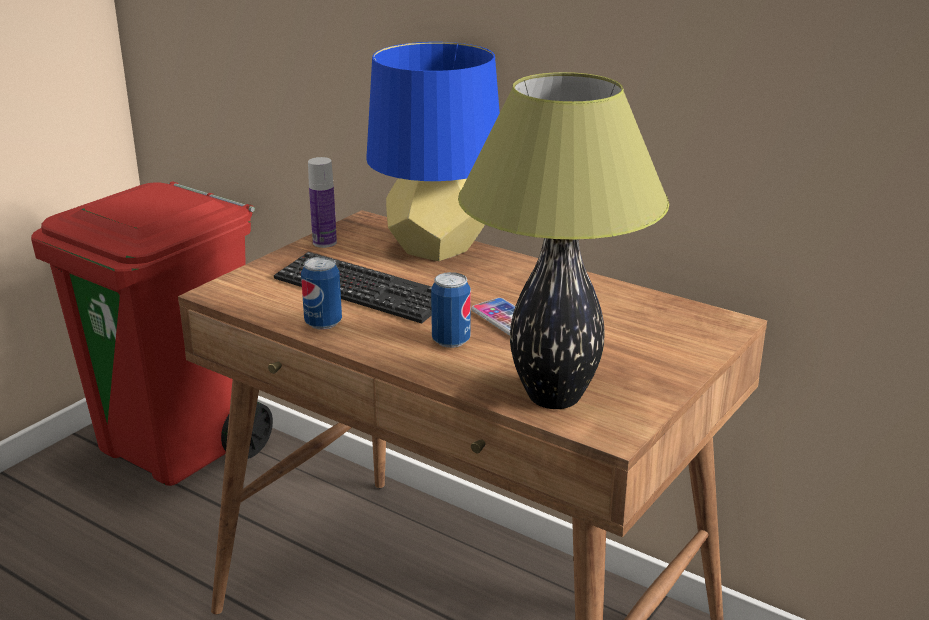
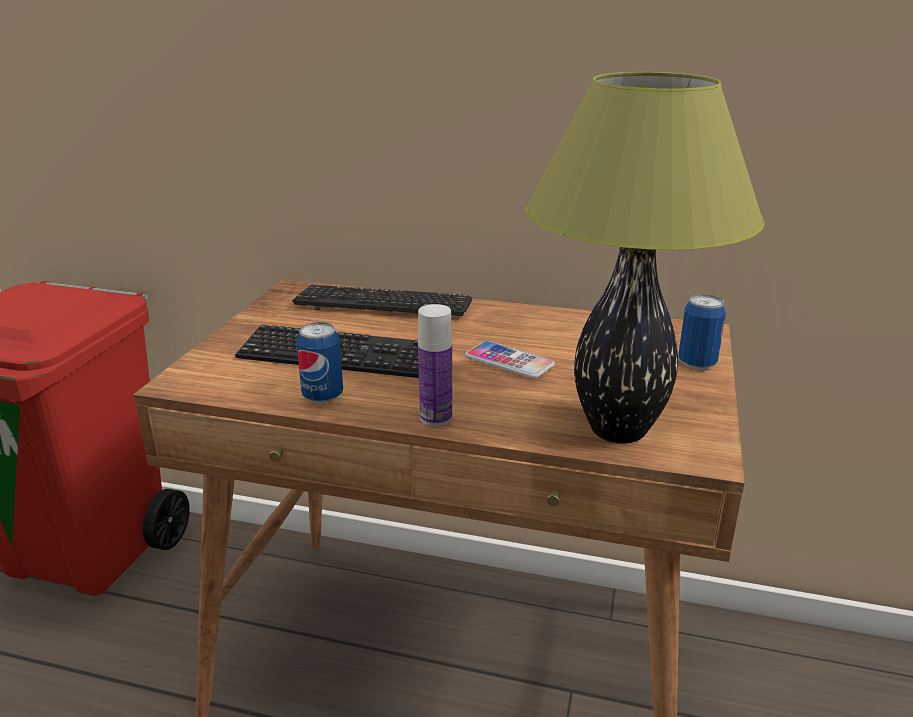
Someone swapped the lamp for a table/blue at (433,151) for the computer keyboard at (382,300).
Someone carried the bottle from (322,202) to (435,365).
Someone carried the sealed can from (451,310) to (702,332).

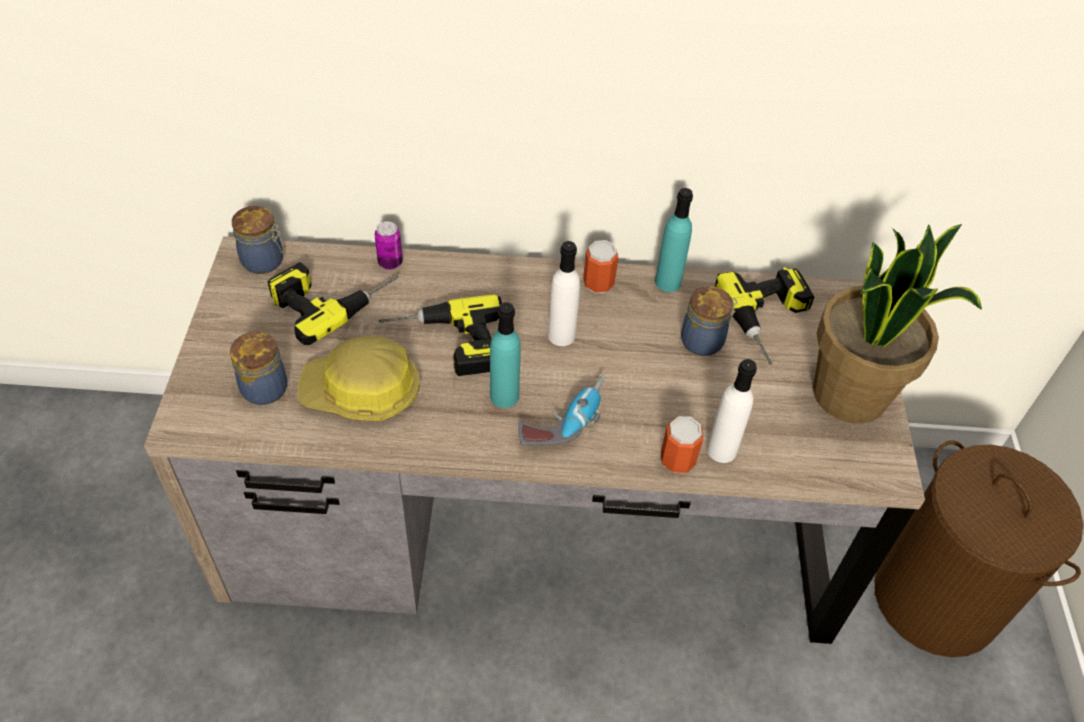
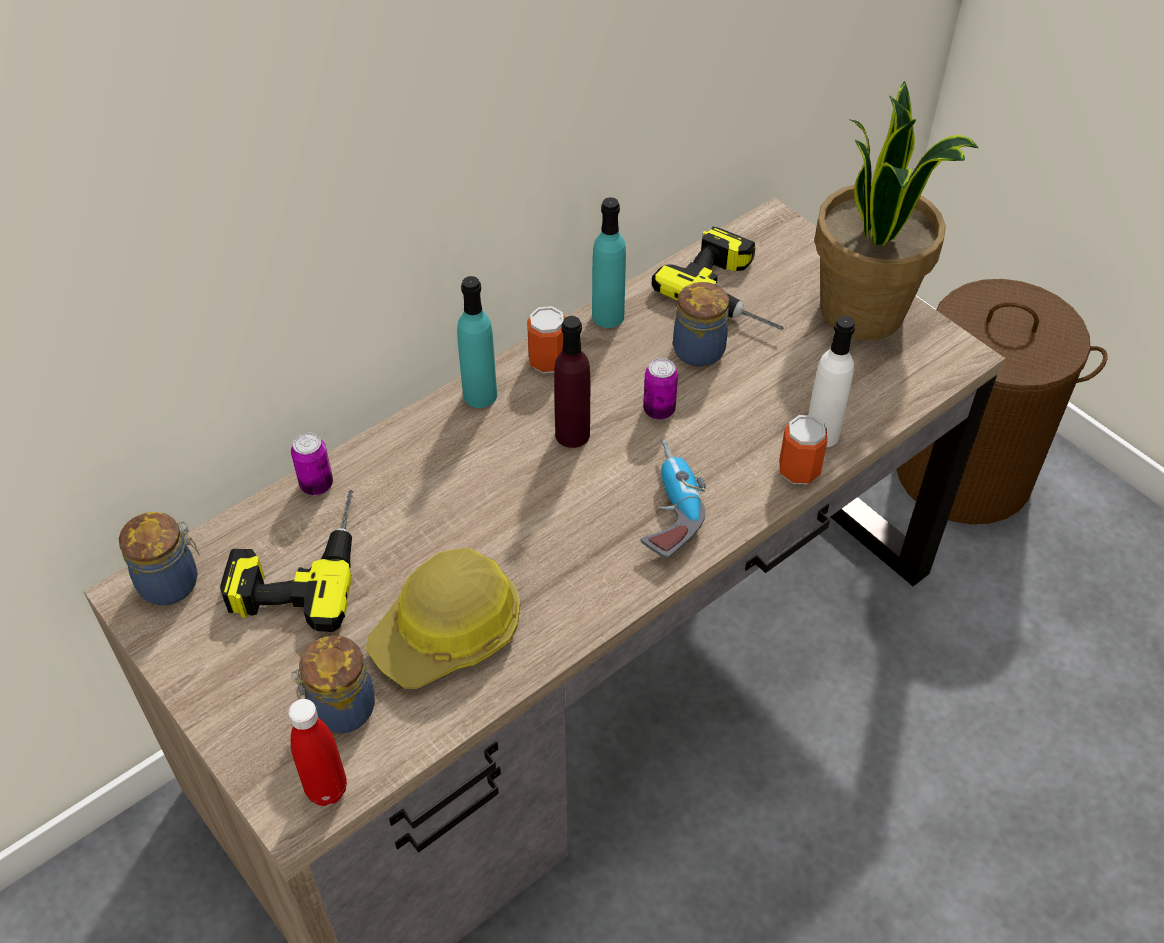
Someone repainted the bottle/whitish at (564,293), which became the bottle/purple at (572,382).
Someone took away the drill at (440,335).
Someone carried the bottle/turquoise from (505,355) to (477,342).
Someone put down the sealed can at (660,388).
Someone put down the bottle/reddish at (317,752).

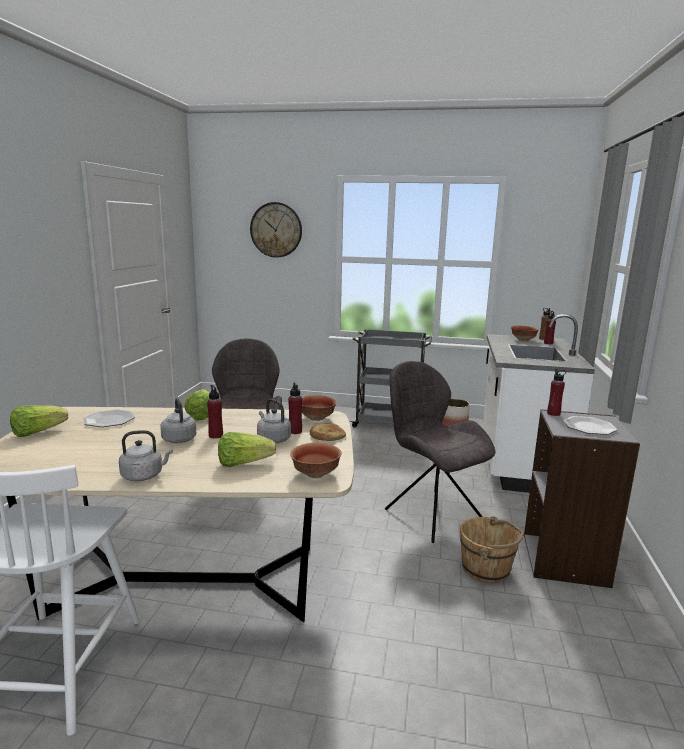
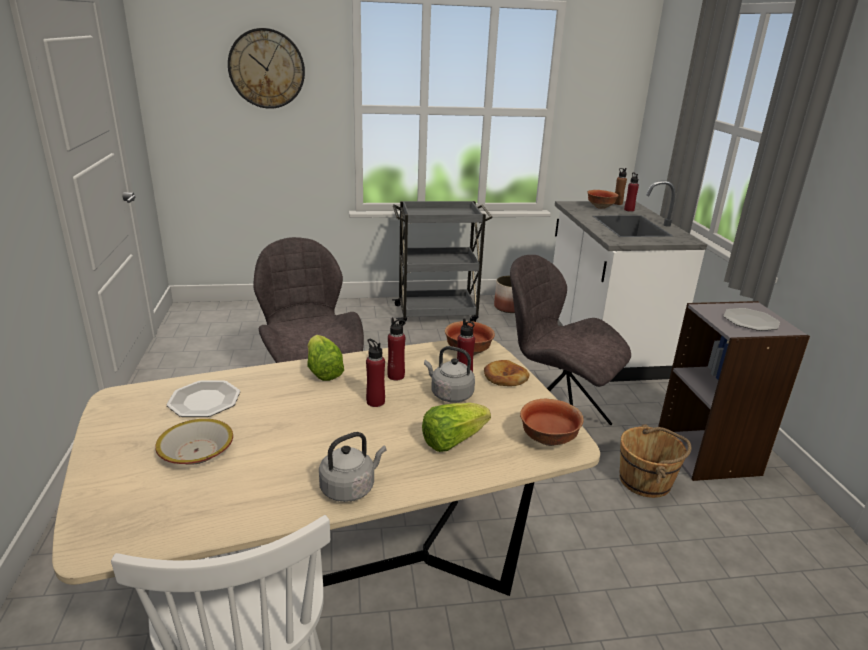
Someone carried the bottle/reddish from (557,392) to (396,349).
Someone took away the water kettle/grey at (178,420).
Someone took away the lettuce head at (39,421).
Someone put down the serving bowl at (194,442).

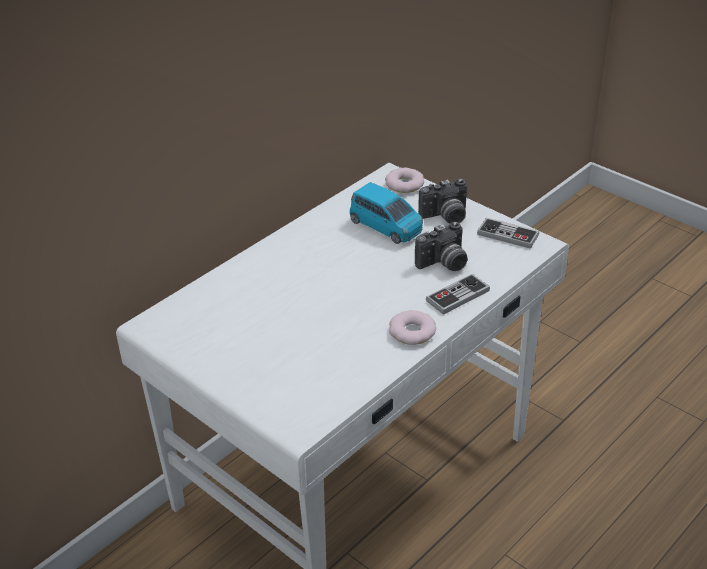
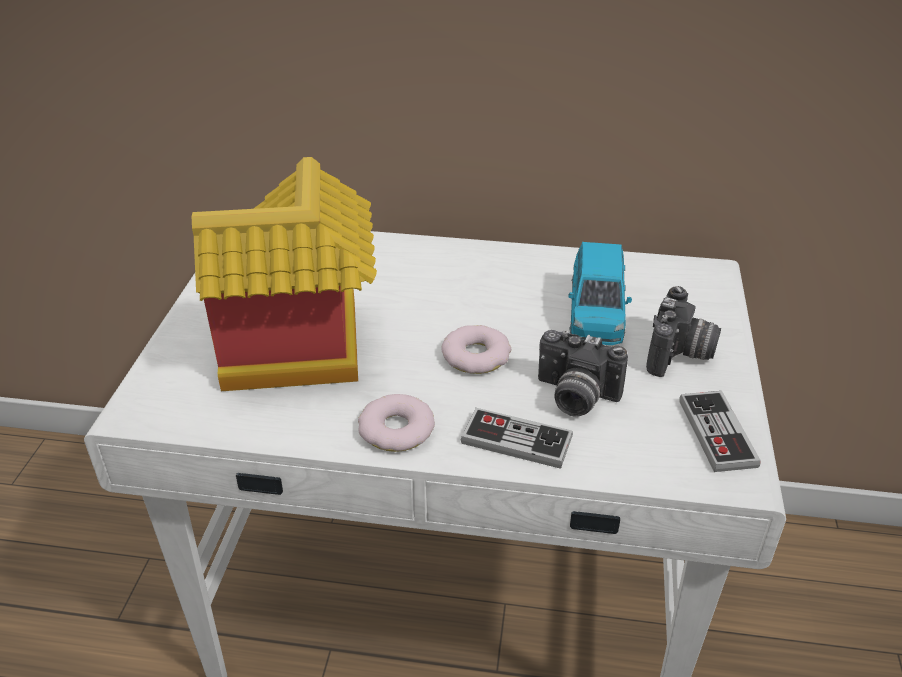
Someone carried the ring doughnut from (404,180) to (476,349).
Someone rotated the photo camera at (442,200) by 105 degrees counterclockwise.
Someone put down the model house at (284,274).

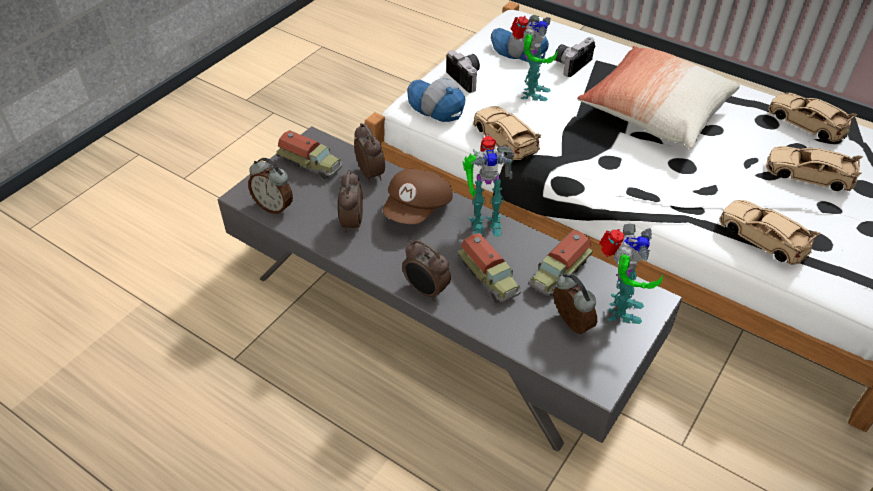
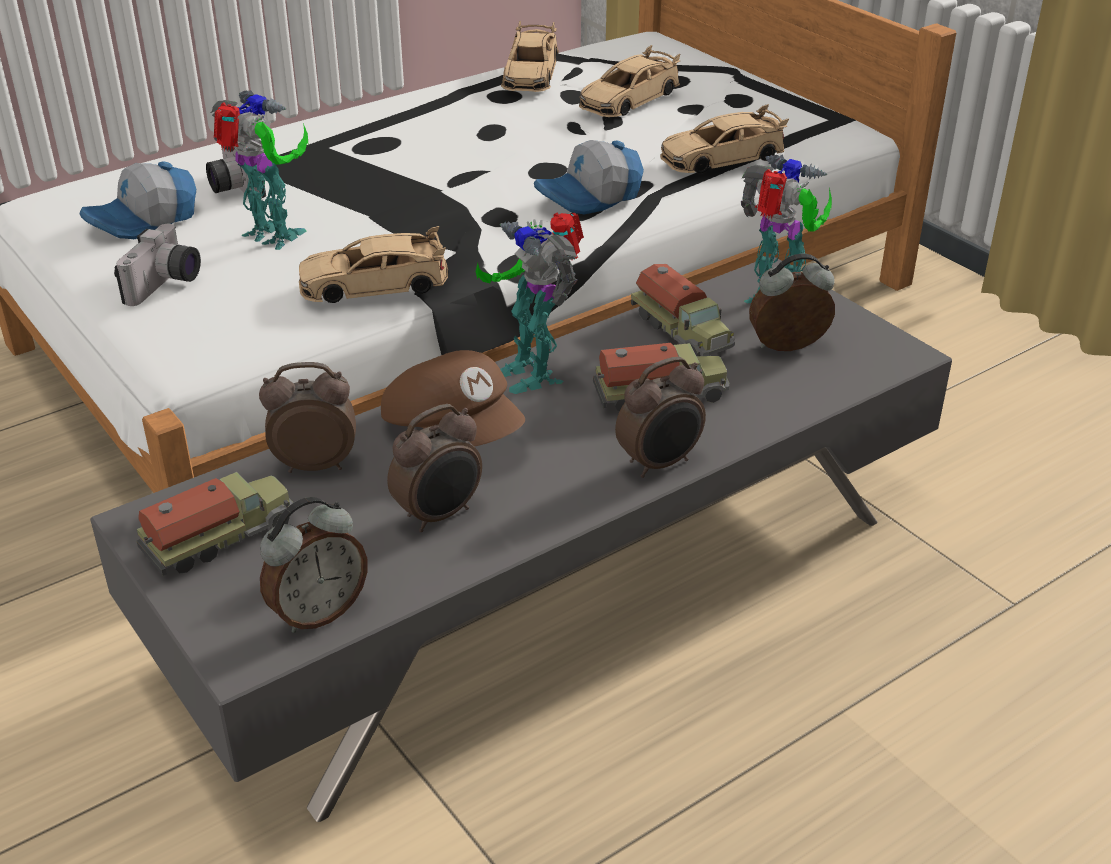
Someone took away the pillow at (658,97).
Someone rotated the photo camera at (463,71) by 120 degrees clockwise.
Someone carried the cap from (436,100) to (589,177).
Someone rotated the toy car/beige at (813,117) by 60 degrees counterclockwise.
Someone rotated the robot figure at (489,185) by 135 degrees clockwise.
Someone rotated the bedside clock at (350,201) by 60 degrees counterclockwise.

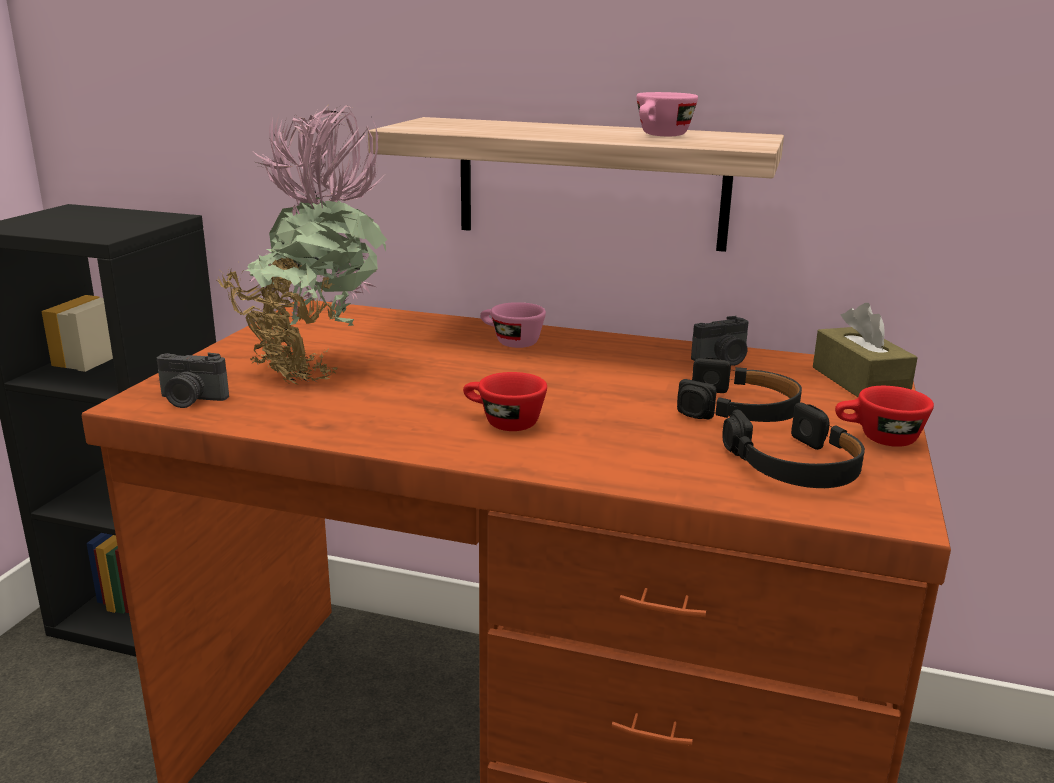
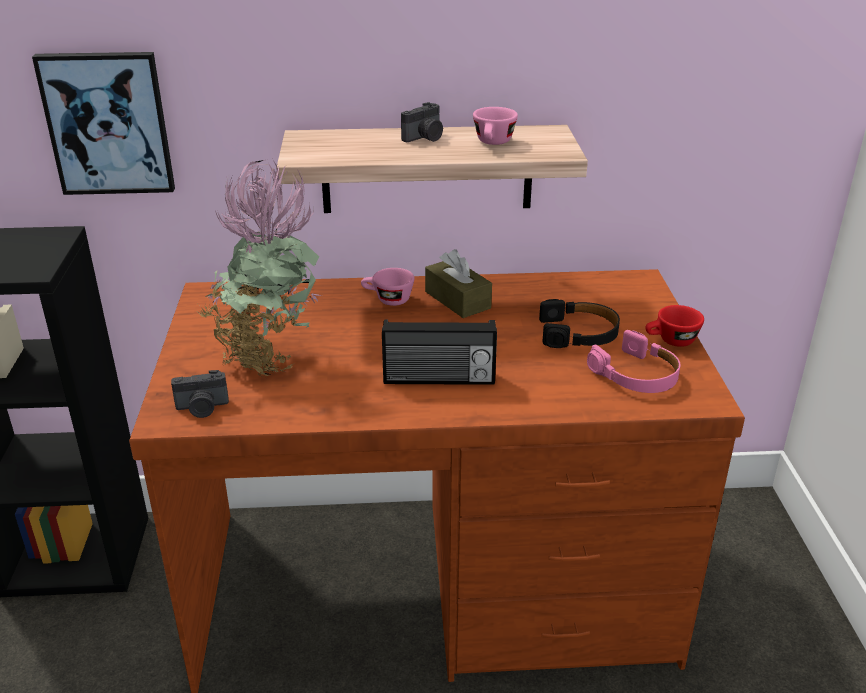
Someone carried the tissue box/brown from (865,350) to (458,283).
Someone carried the photo camera from (720,341) to (422,122).
Someone swapped the small cup/reddish at (505,401) for the radio at (439,352).
Someone repainted the pair of headphones/blackish at (793,445), which became the pair of headphones/pink-coloured at (633,361).
Someone put up the wall picture at (103,123).

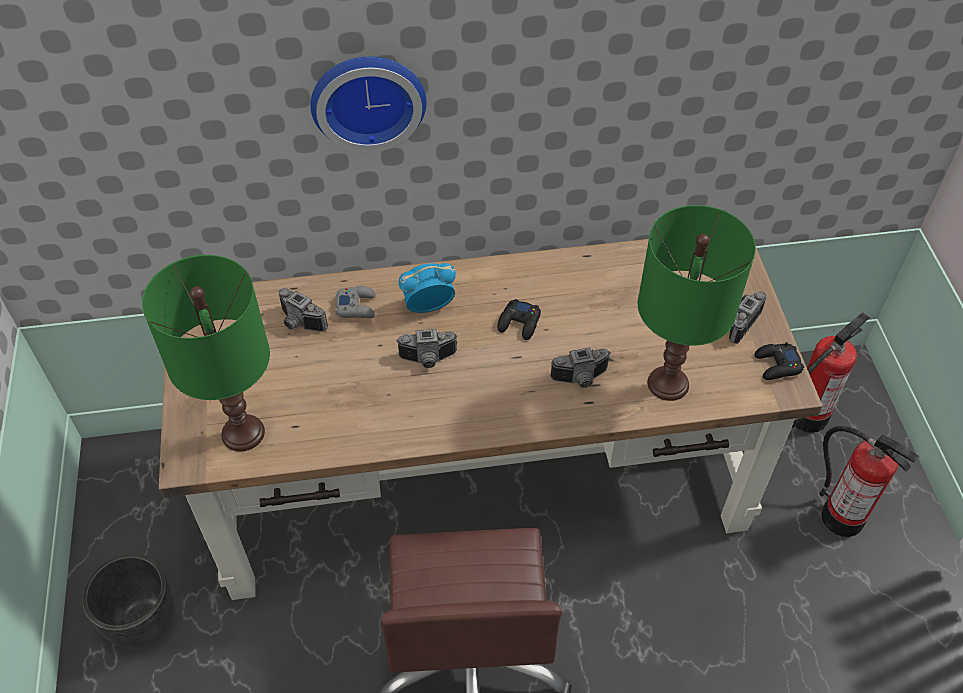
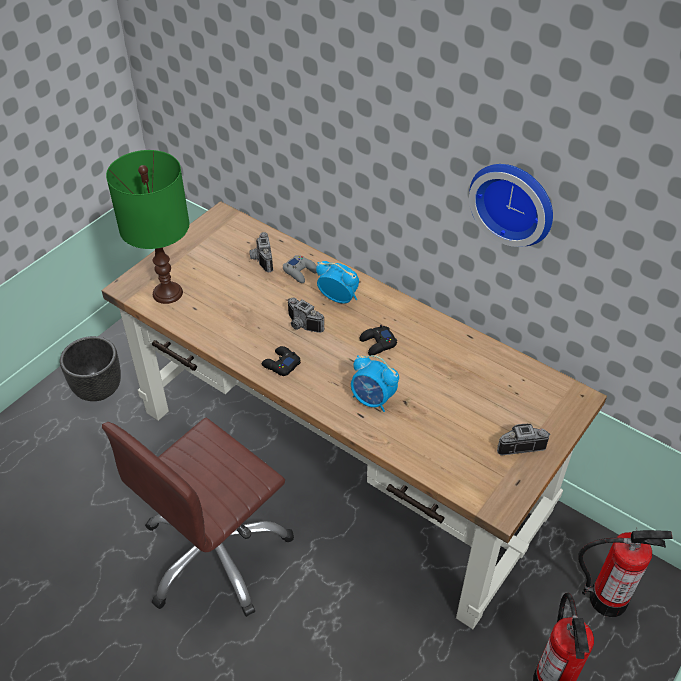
Someone carried the clock on the wall from (368,104) to (511,205).
Someone took away the lamp for a table/green-coloured at (697,303).
Someone carried the joypad/blackish from (779,361) to (281,361).
Someone swapped the photo camera at (581,367) for the bedside clock at (375,383).

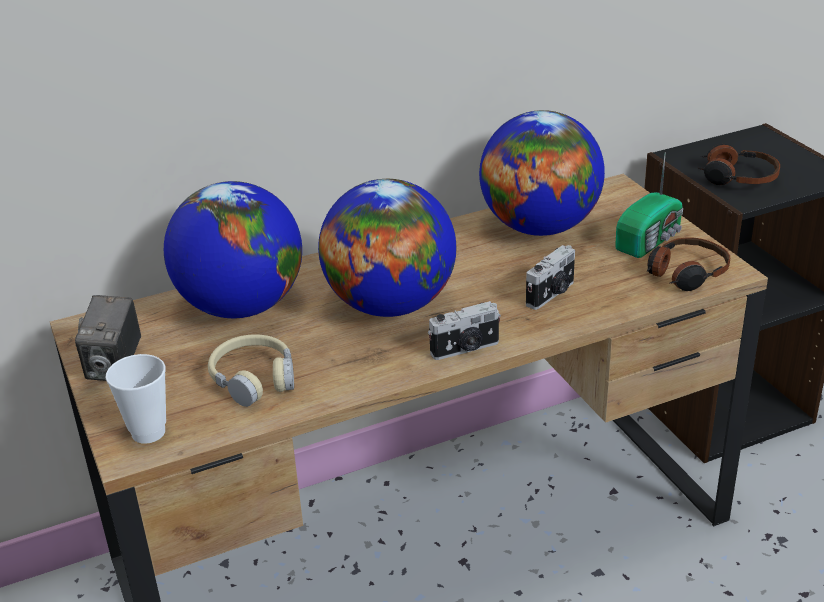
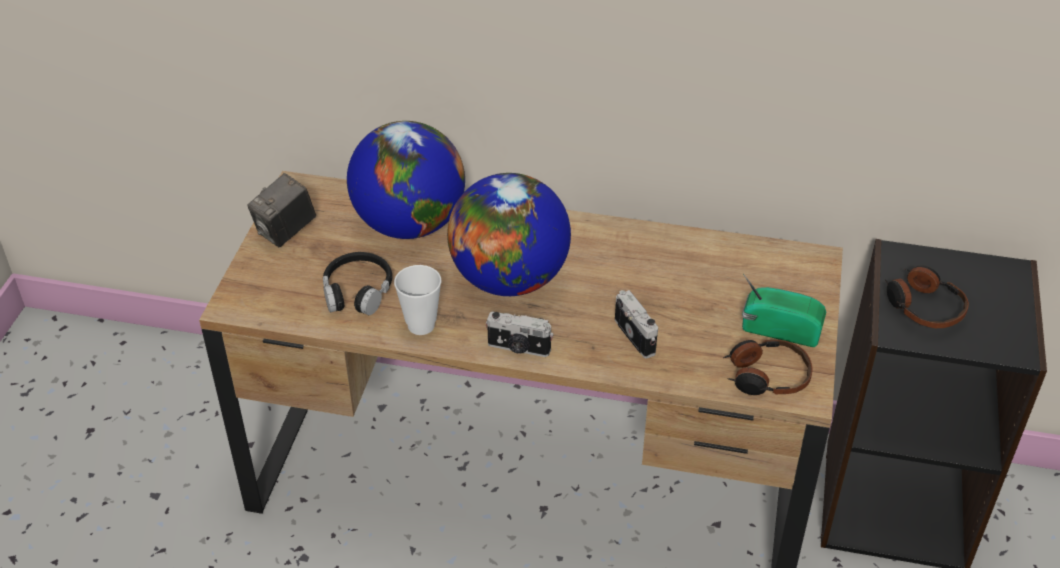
Someone took away the desk globe at (542,173).
Someone rotated the radio at (649,206) by 150 degrees counterclockwise.
Someone rotated the photo camera at (550,277) by 105 degrees counterclockwise.
Someone repainted the pair of headphones/beige at (251,370), which became the pair of headphones/blackish at (357,283).
Someone carried the small cup from (136,399) to (417,300).

